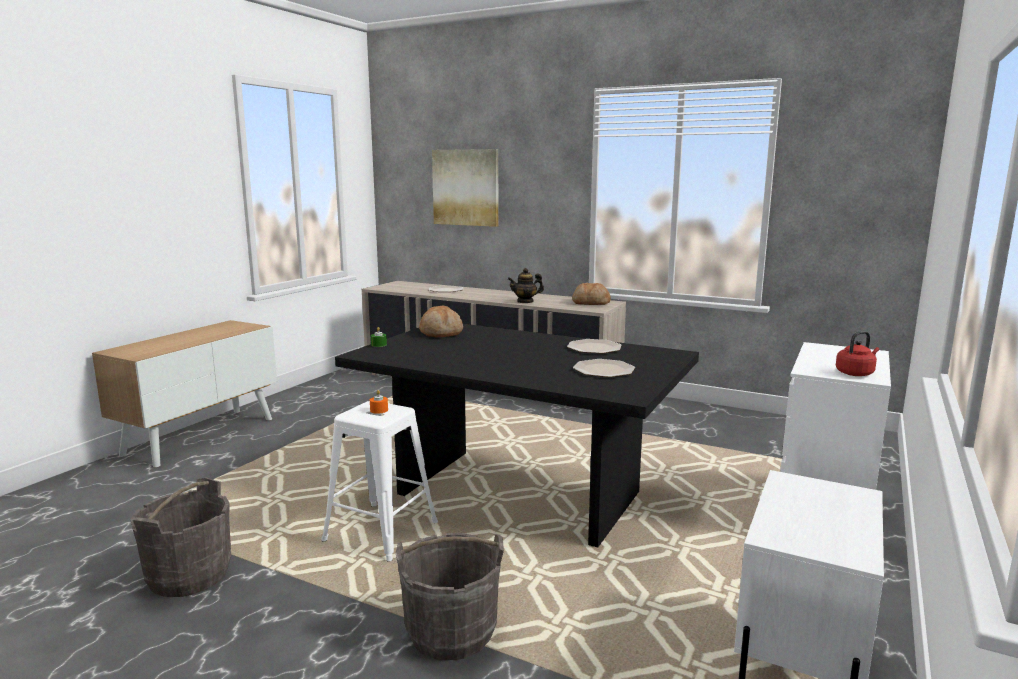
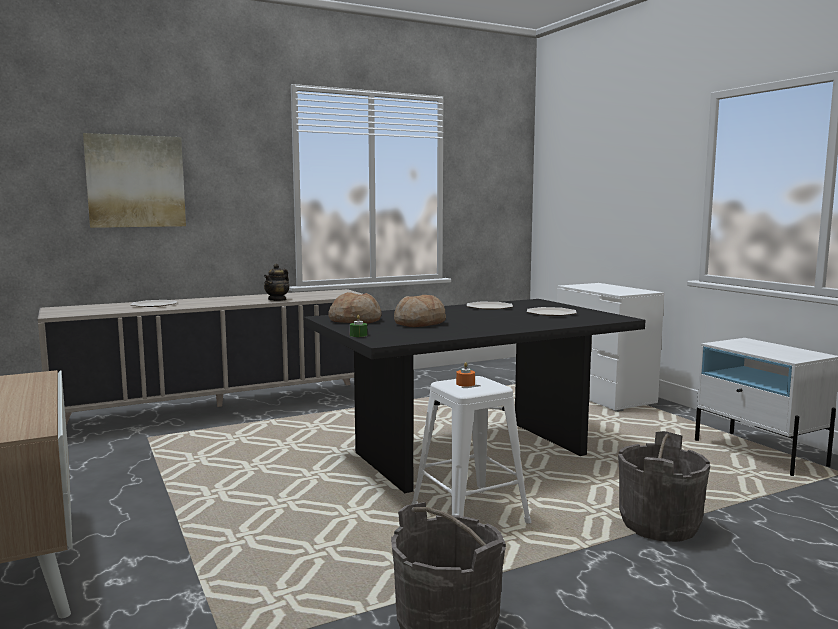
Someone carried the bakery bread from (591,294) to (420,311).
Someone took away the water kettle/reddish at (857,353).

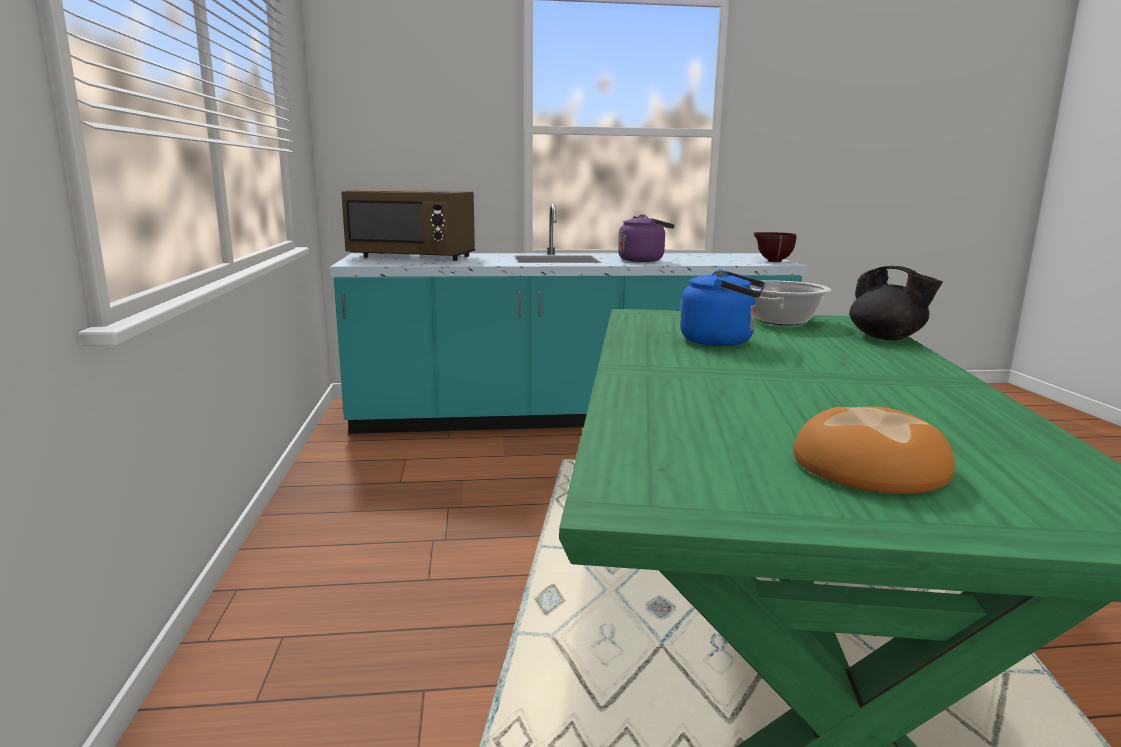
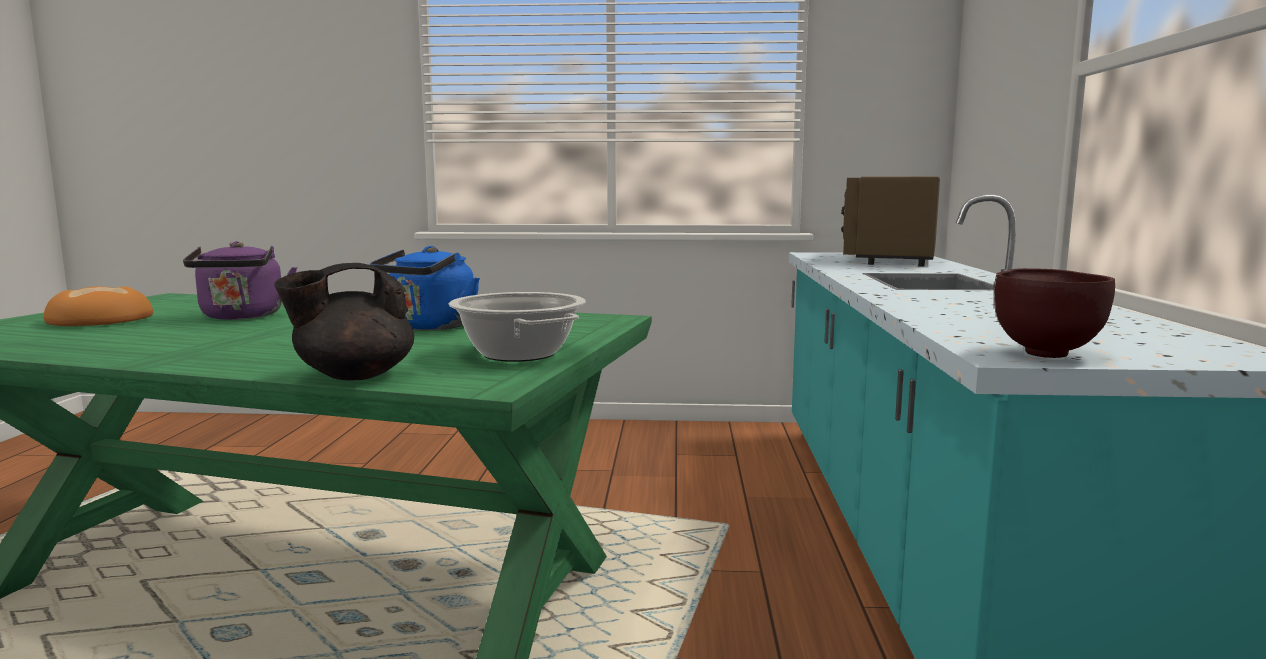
Someone carried the water kettle/purple from (646,238) to (240,280).

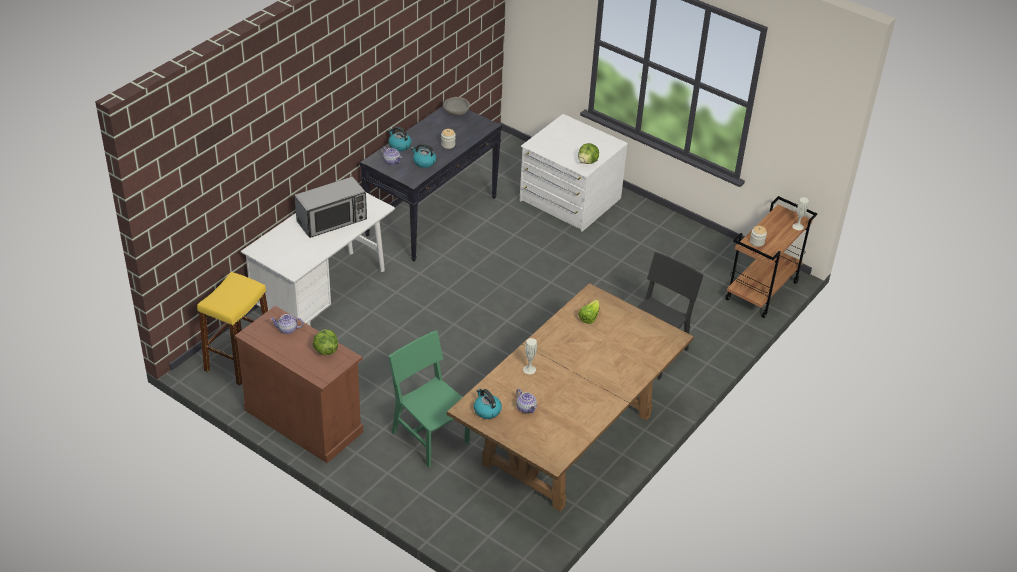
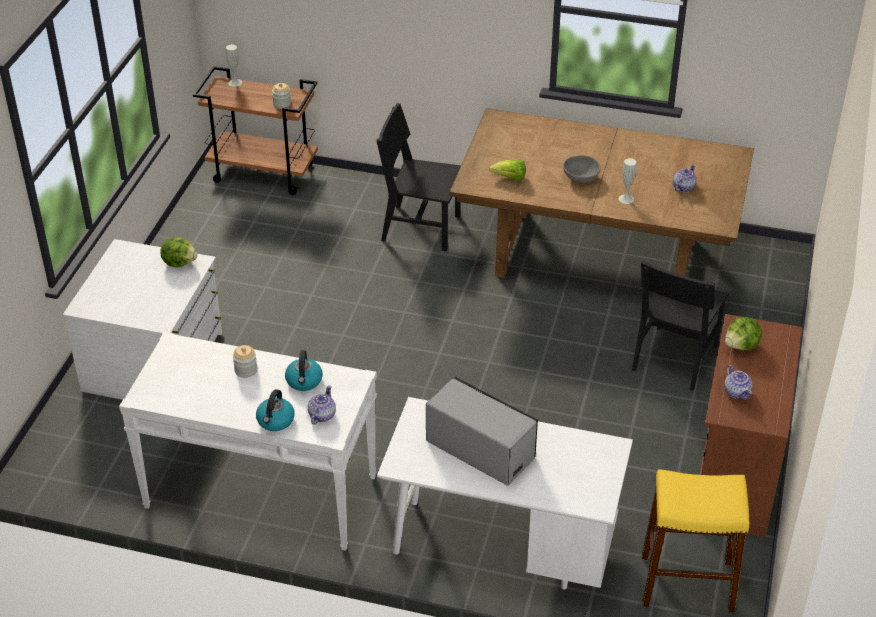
Someone carried the serving bowl/grey from (456,106) to (582,169).
Someone repainted the narrow table/blackish at (431,183), which became the narrow table/whitish at (248,441).
Someone repainted the upright chair/green-coloured at (429,399), which became the upright chair/blackish at (680,326).
Someone took away the water kettle at (488,403).

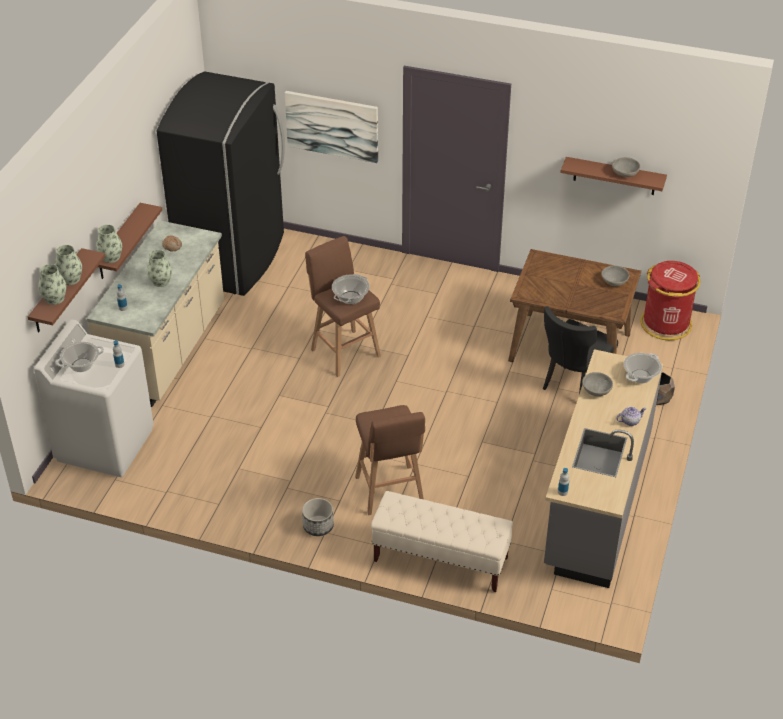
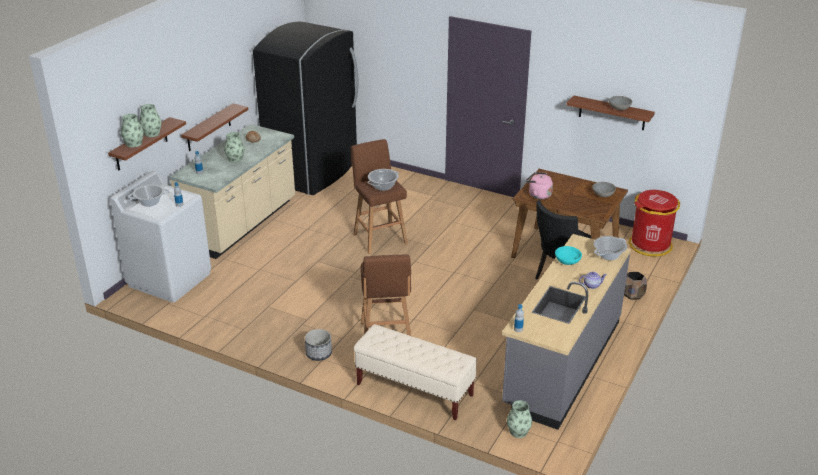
Someone took away the wall picture at (331,127).
Someone carried the vase from (109,244) to (519,419).
Someone repainted the serving bowl/grey at (597,384), which became the serving bowl/turquoise at (568,255).
Someone put down the water kettle/pink-coloured at (539,185).

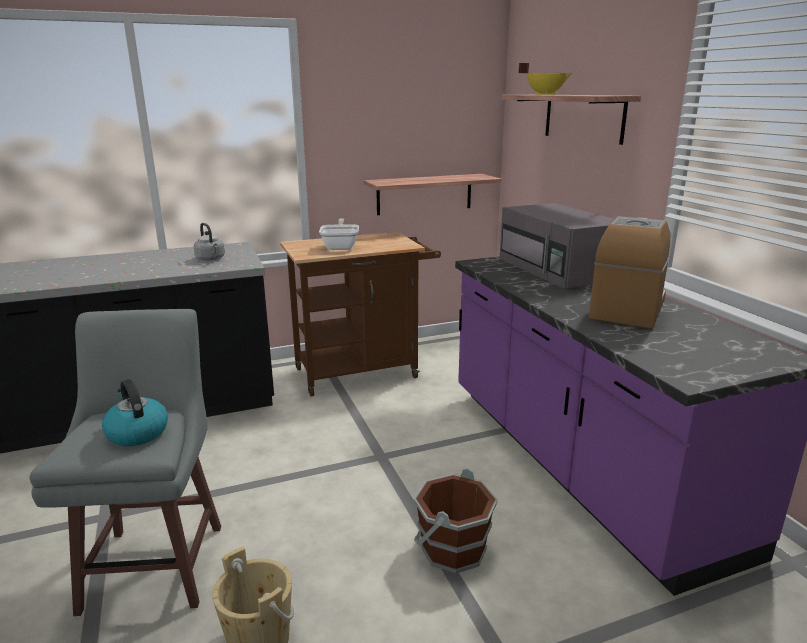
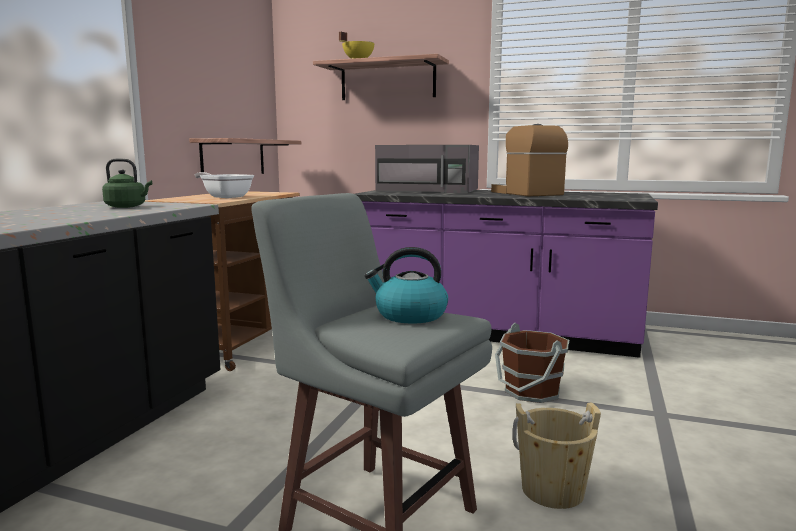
Someone repainted the water kettle/grey at (209,242), which became the water kettle/green-coloured at (127,183).

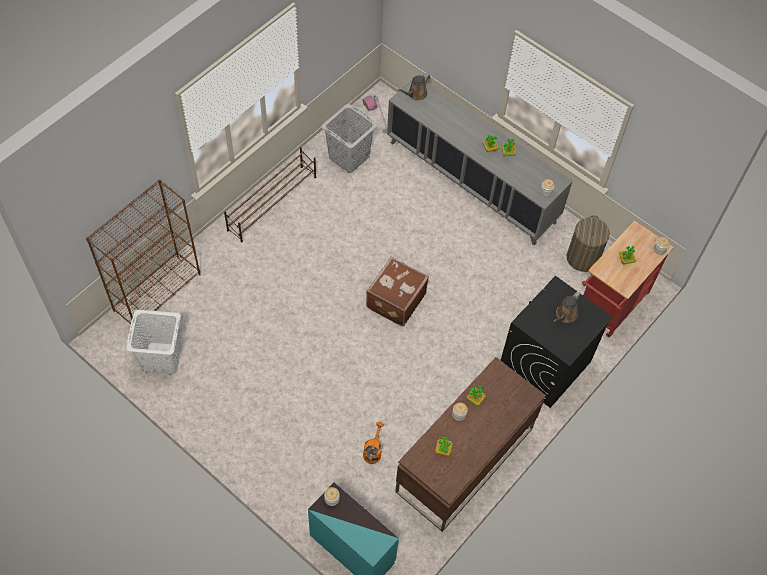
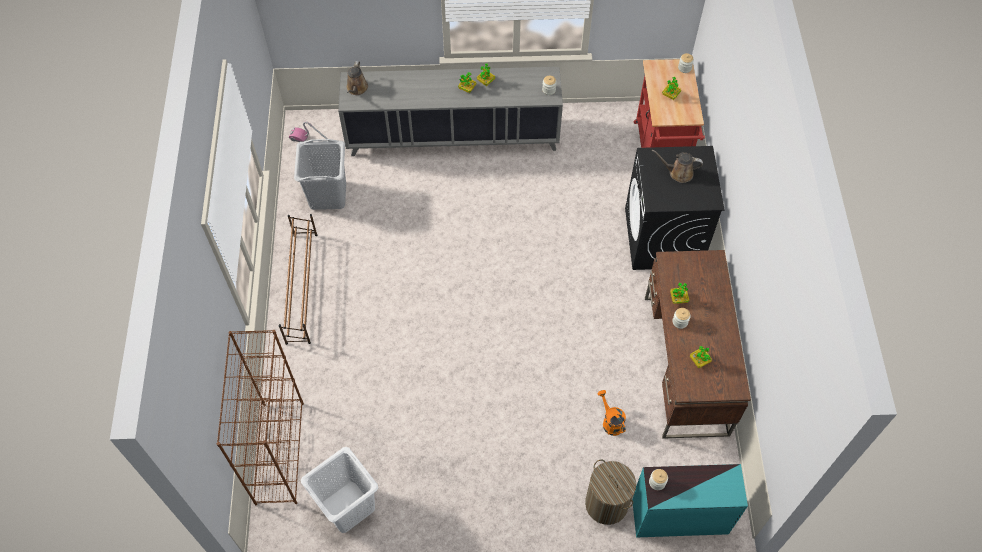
Someone carried the laundry basket from (588,243) to (610,492).
Someone took away the piece of luggage/brown at (397,291).
Someone rotated the watering can/brown at (567,307) by 105 degrees clockwise.

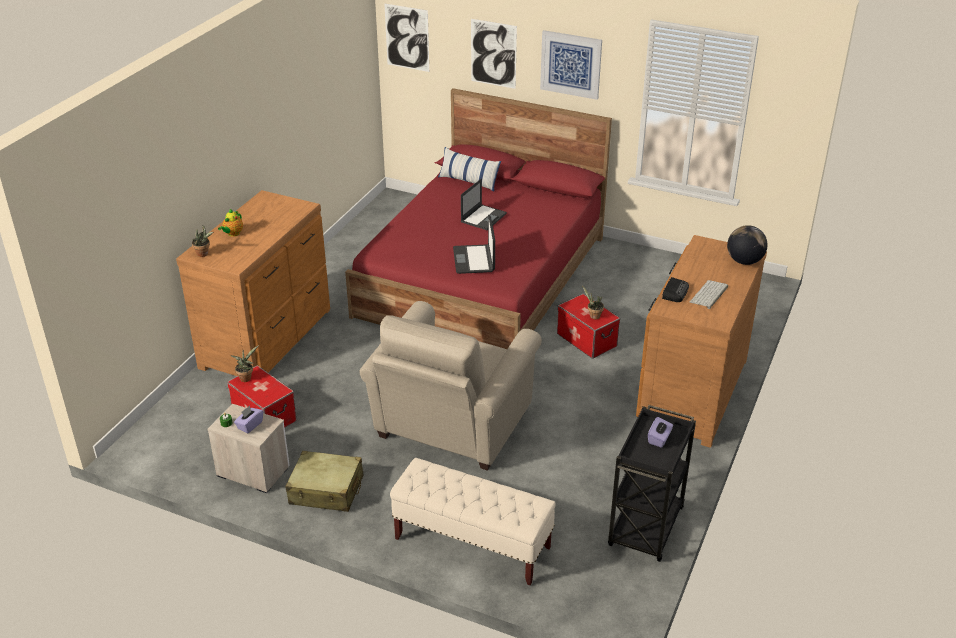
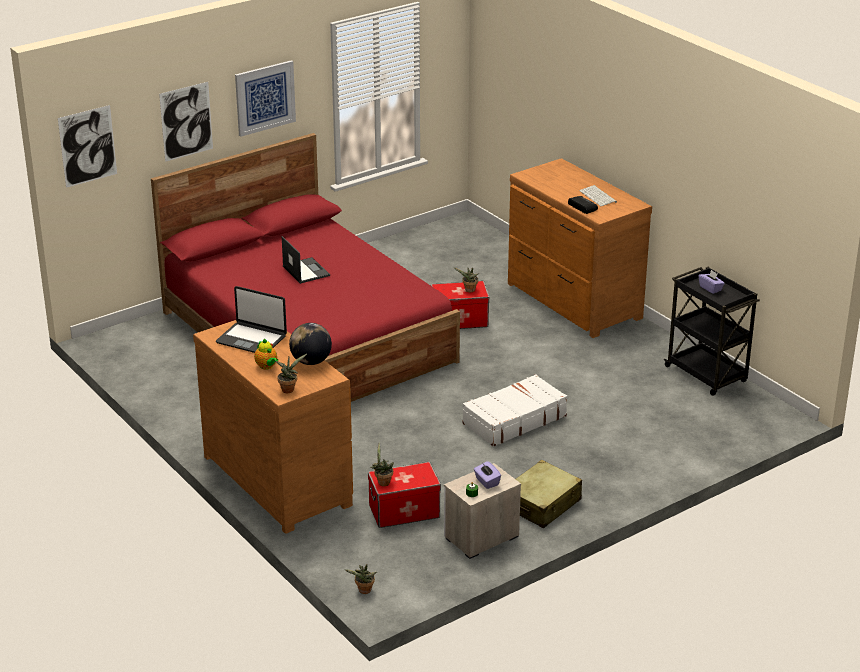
Someone took away the pillow at (469,169).
Someone carried the laptop from (474,244) to (251,319).
Someone carried the desk globe from (747,245) to (310,344).
Someone swapped the armchair/beige at (450,386) for the piece of luggage/whitish at (515,410).
Someone took away the long seat/beige at (473,521).
Someone put down the plant in a pot at (360,579).

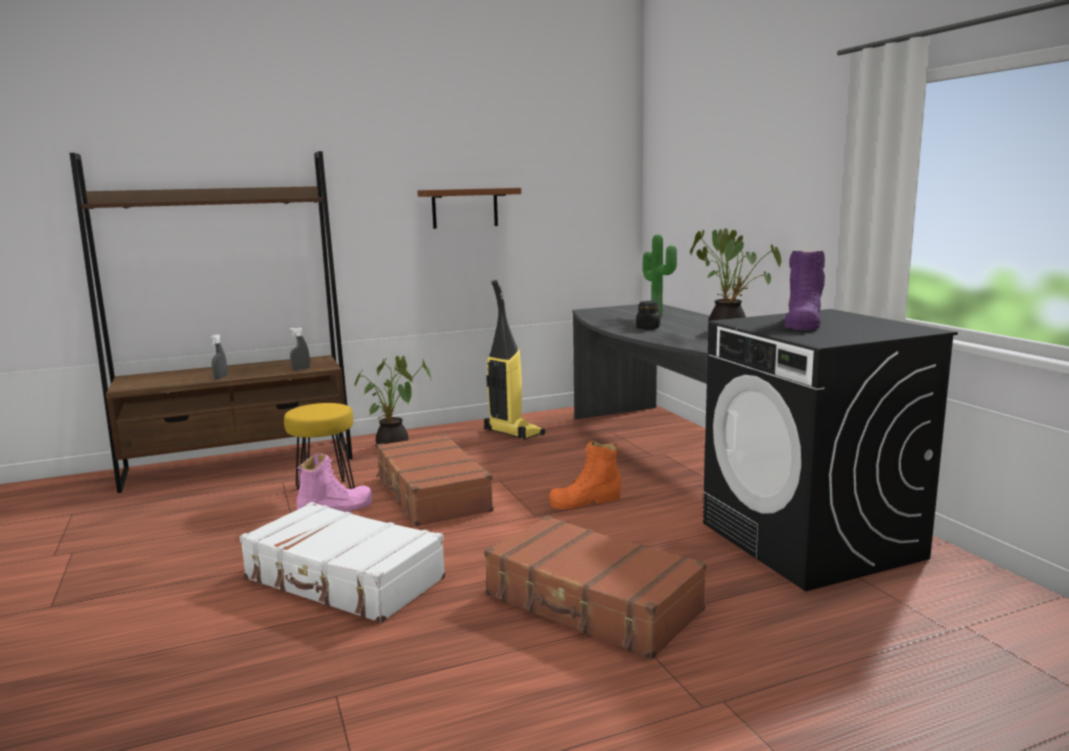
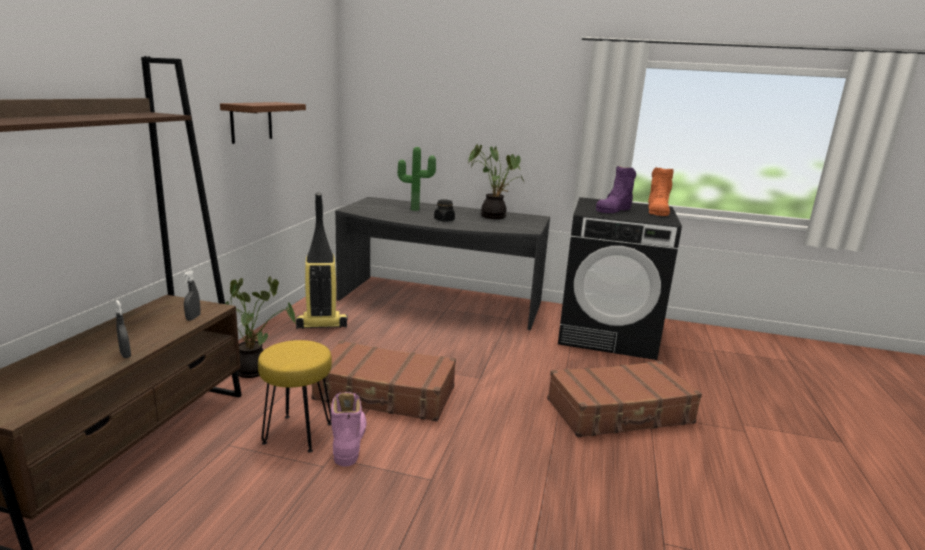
Someone rotated the boot/purple at (804,290) by 75 degrees clockwise.
Someone carried the boot/orange from (585,475) to (660,191).
Someone took away the piece of luggage/whitish at (342,562).

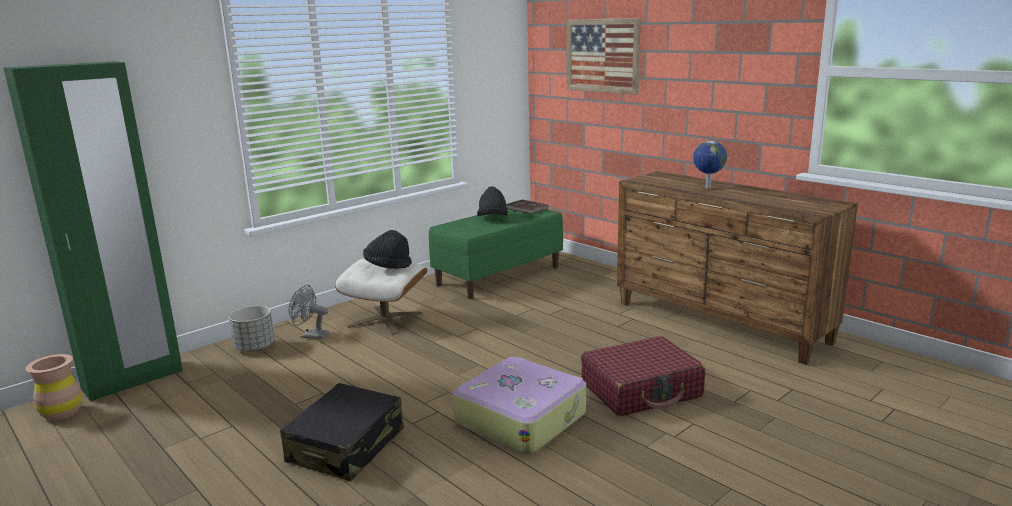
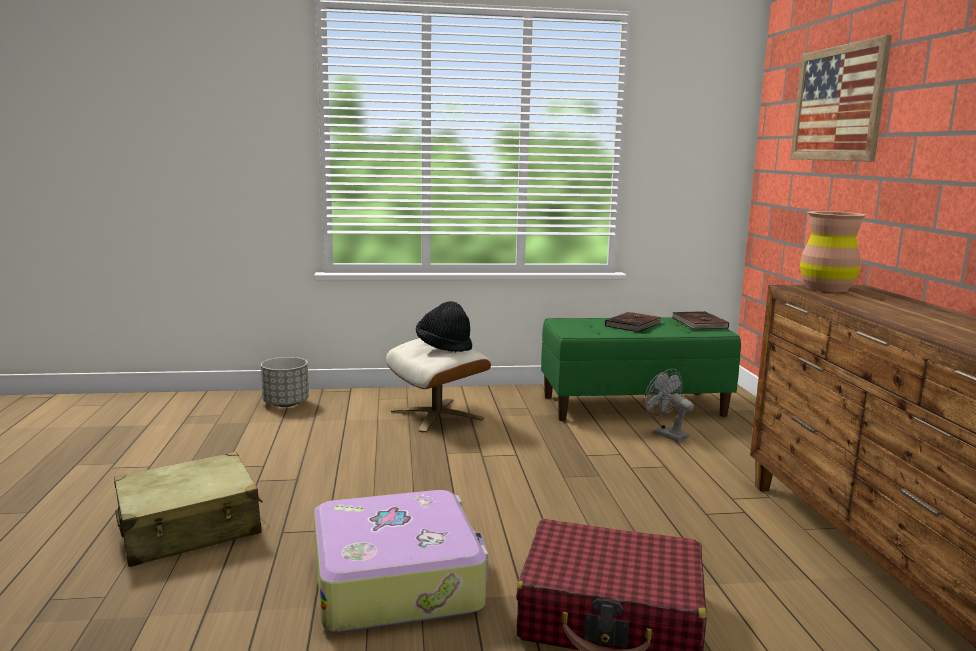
Someone took away the wardrobe/green-coloured at (93,231).
Someone took away the desk globe at (710,165).
Someone swapped the clothing hat/blackish at (492,201) for the book/brown at (634,322).
Someone carried the cooling fan/grey from (309,312) to (669,405).
Someone carried the vase/brown from (53,387) to (833,251).
Someone repainted the piece of luggage/blackish at (342,432), which became the piece of luggage/beige at (188,509).

